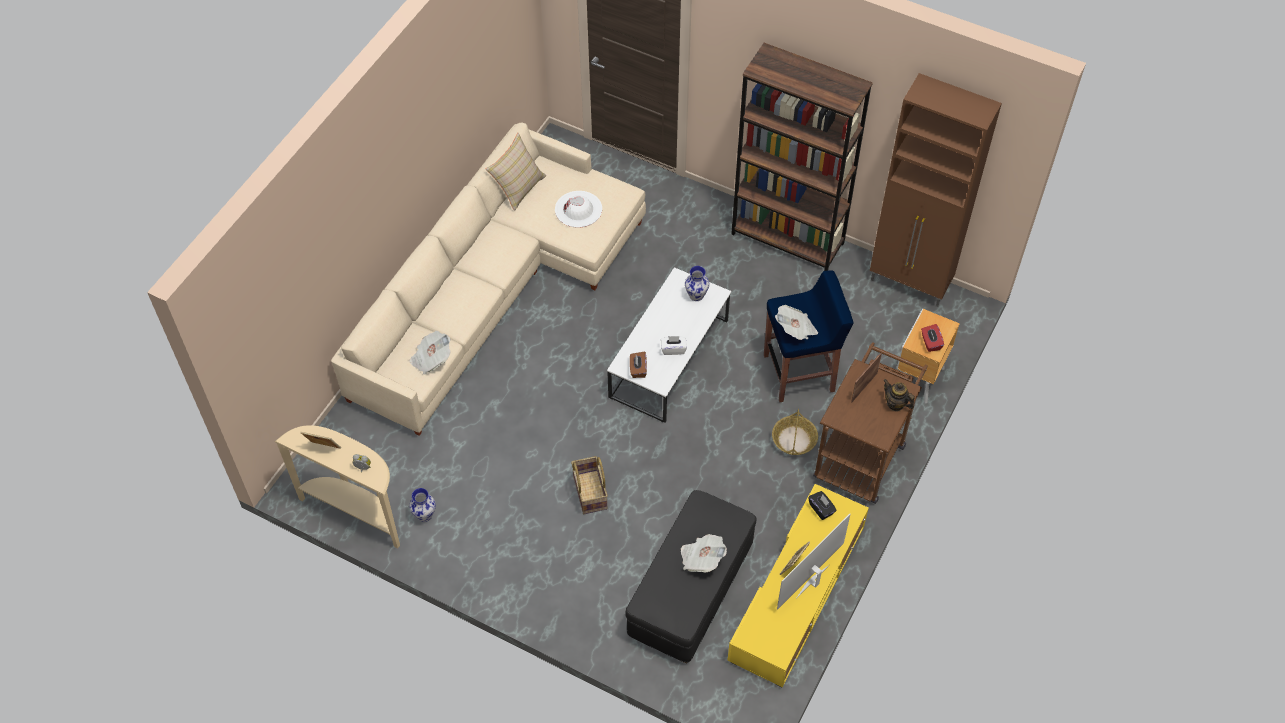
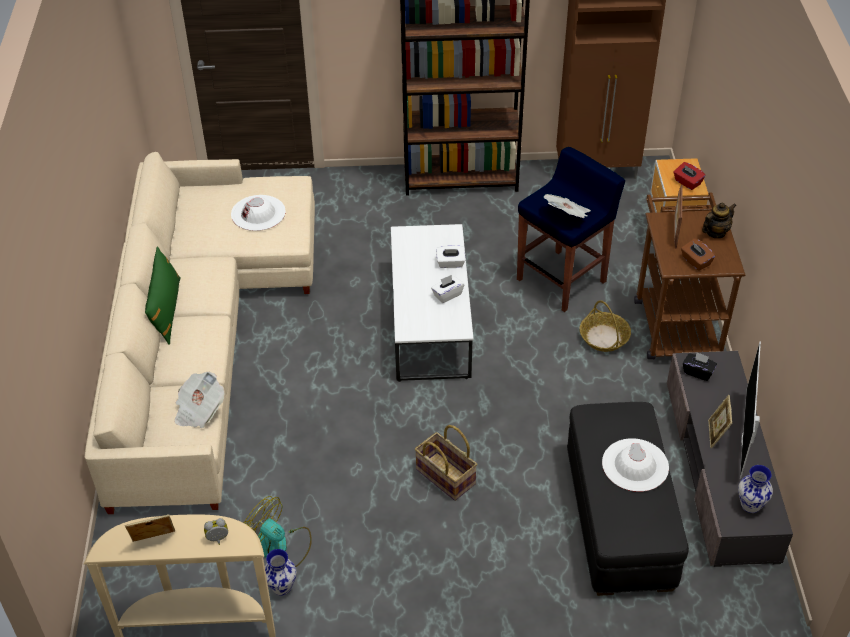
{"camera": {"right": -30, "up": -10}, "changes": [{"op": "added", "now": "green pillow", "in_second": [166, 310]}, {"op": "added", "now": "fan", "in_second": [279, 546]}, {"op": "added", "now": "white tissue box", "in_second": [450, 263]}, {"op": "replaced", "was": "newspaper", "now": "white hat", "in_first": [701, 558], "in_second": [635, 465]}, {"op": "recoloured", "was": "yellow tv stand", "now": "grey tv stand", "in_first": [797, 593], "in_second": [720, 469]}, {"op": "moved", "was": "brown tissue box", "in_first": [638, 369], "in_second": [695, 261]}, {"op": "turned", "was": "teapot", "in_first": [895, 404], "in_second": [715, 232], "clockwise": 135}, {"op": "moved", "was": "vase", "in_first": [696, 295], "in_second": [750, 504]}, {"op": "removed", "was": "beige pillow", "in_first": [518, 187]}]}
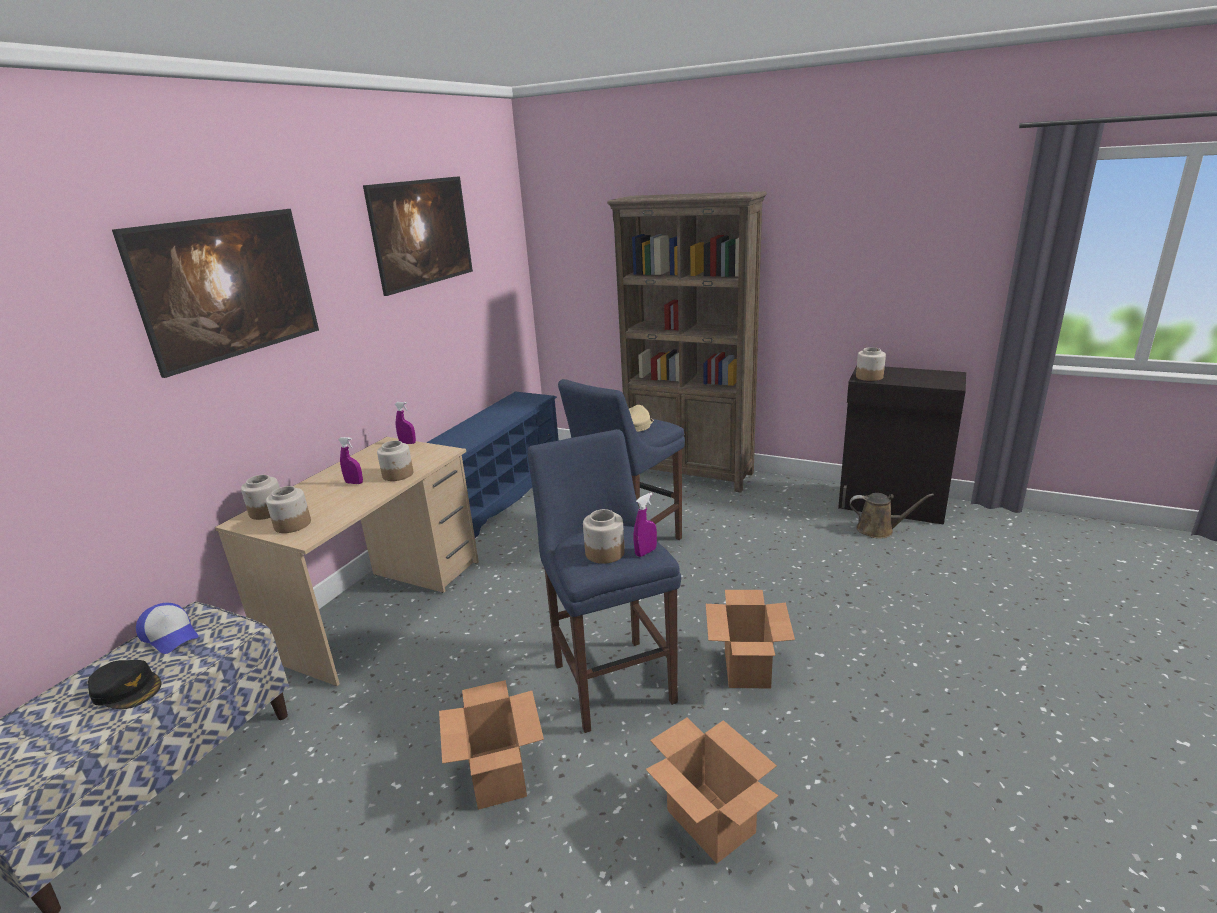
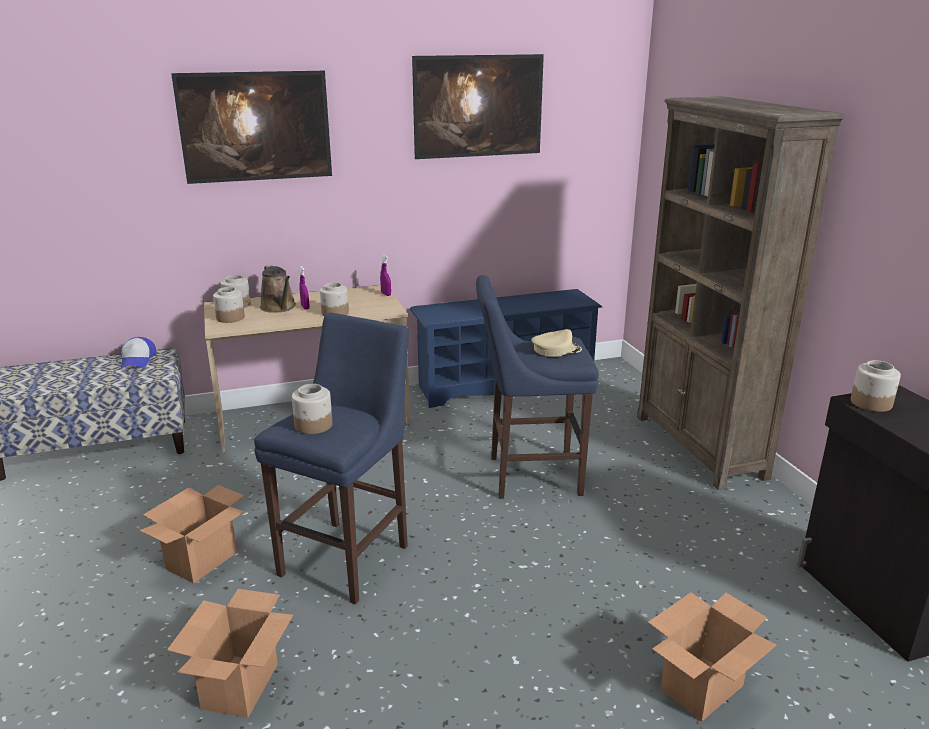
{"camera": {"right": 45, "up": 0}, "changes": [{"op": "moved", "was": "brown watering can", "in_first": [879, 530], "in_second": [279, 307]}, {"op": "moved", "was": "cardboard box", "in_first": [747, 668], "in_second": [701, 688]}, {"op": "removed", "was": "black cap", "in_first": [127, 689]}, {"op": "removed", "was": "purple spray bottle", "in_first": [646, 552]}]}
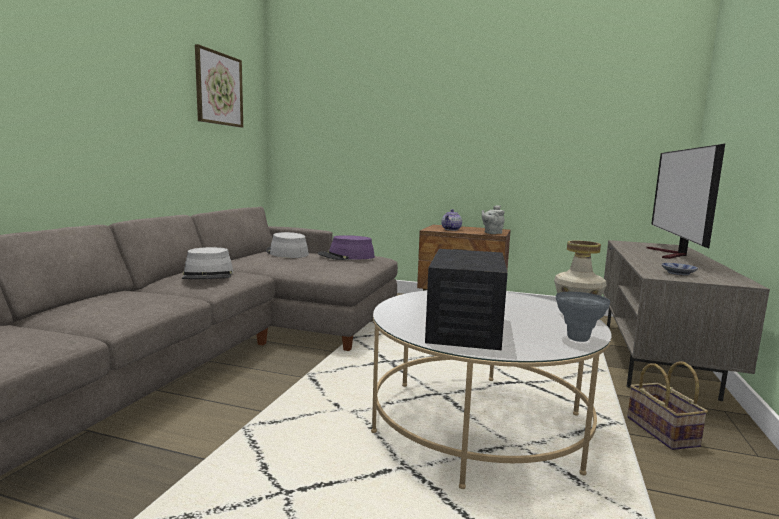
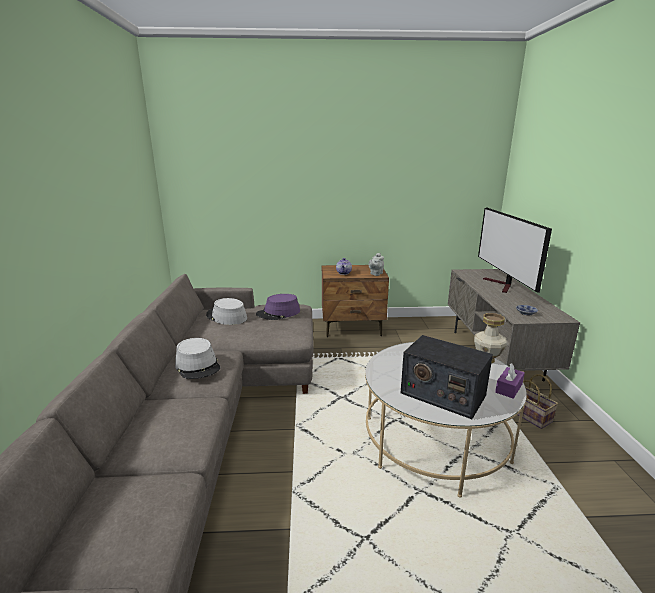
{"camera": {"right": -20, "up": 10}, "changes": [{"op": "turned", "was": "radio", "in_first": [464, 328], "in_second": [442, 394], "clockwise": 135}, {"op": "replaced", "was": "grey vase", "now": "purple tissue box", "in_first": [578, 339], "in_second": [509, 388]}, {"op": "removed", "was": "picture", "in_first": [219, 89]}]}
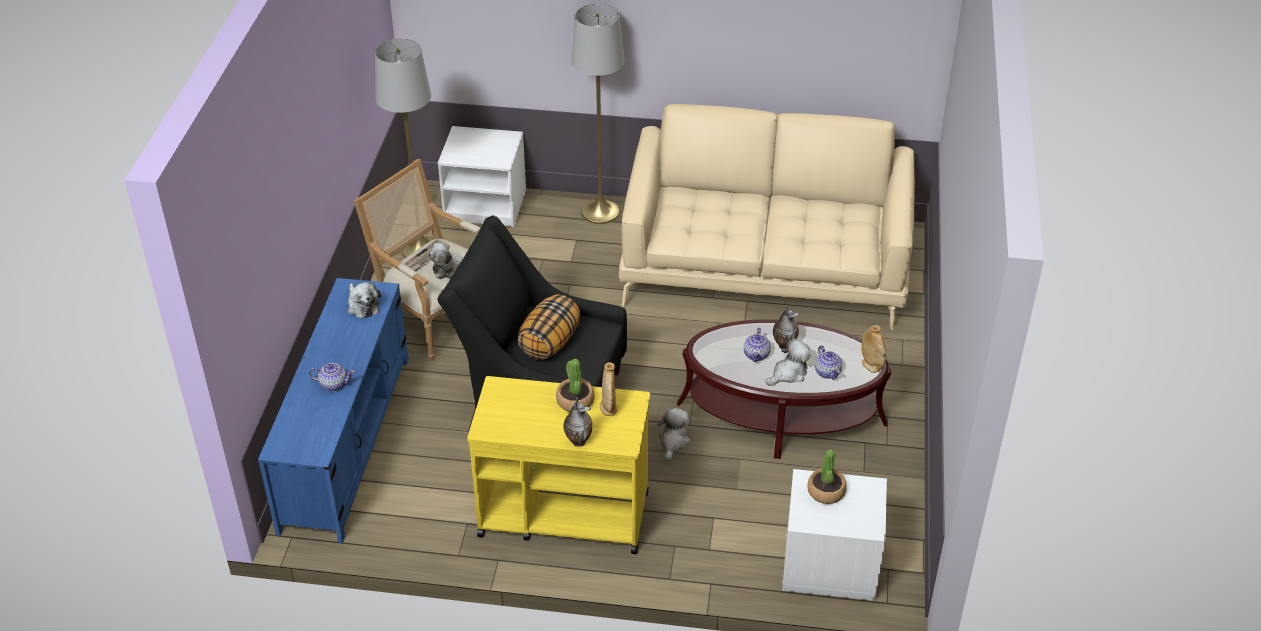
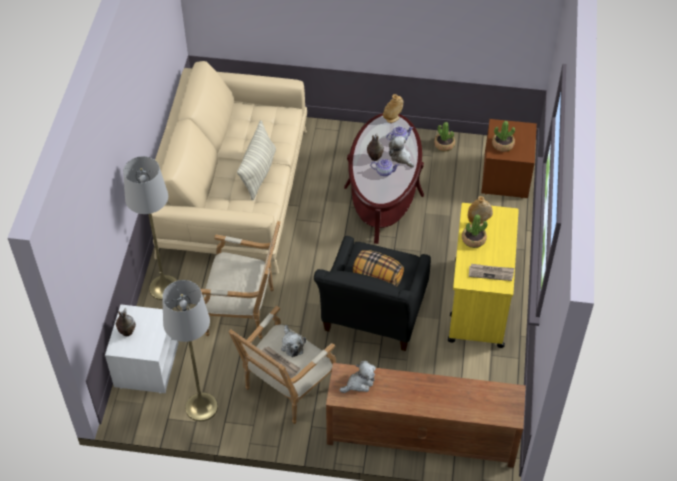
{"camera": {"right": -90, "up": 10}, "changes": [{"op": "moved", "was": "vase", "in_first": [578, 440], "in_second": [126, 332]}, {"op": "added", "now": "armchair", "in_second": [245, 311]}, {"op": "added", "now": "pillow", "in_second": [258, 172]}, {"op": "recoloured", "was": "blue tv stand", "now": "brown tv stand", "in_first": [346, 442], "in_second": [421, 434]}, {"op": "added", "now": "potted plant", "in_second": [444, 144]}, {"op": "added", "now": "newspaper", "in_second": [491, 273]}, {"op": "recoloured", "was": "white nightstand", "now": "brown nightstand", "in_first": [829, 565], "in_second": [506, 177]}, {"op": "removed", "was": "teapot", "in_first": [333, 384]}, {"op": "removed", "was": "plush toy", "in_first": [673, 441]}]}
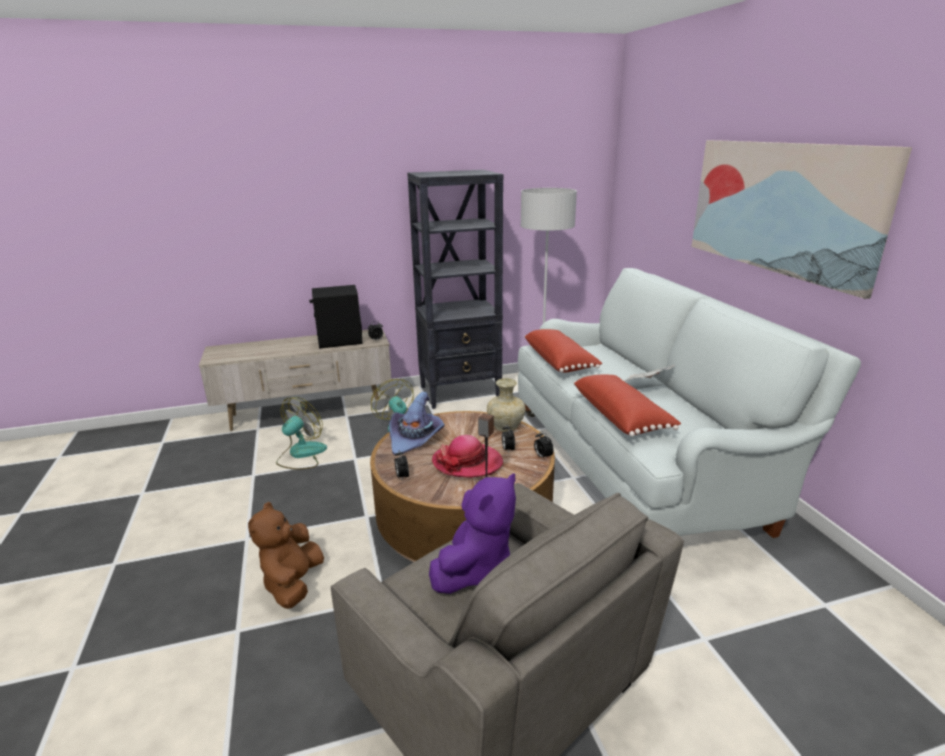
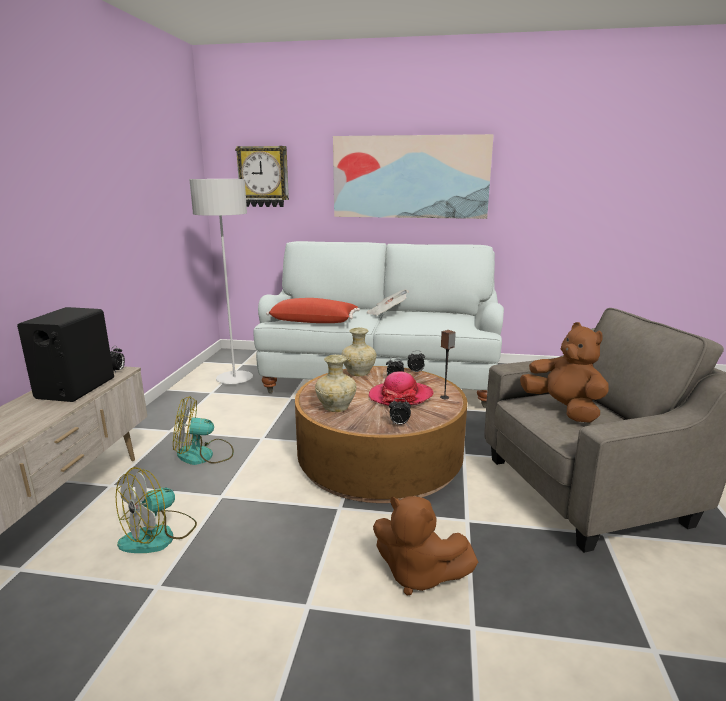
{"camera": {"right": -65, "up": -5}, "changes": [{"op": "turned", "was": "fan", "in_first": [301, 454], "in_second": [159, 535], "clockwise": -105}, {"op": "added", "now": "wall clock", "in_second": [263, 177]}, {"op": "replaced", "was": "purple hat", "now": "beige vase", "in_first": [416, 438], "in_second": [336, 407]}, {"op": "recoloured", "was": "purple plush toy", "now": "brown plush toy", "in_first": [476, 569], "in_second": [563, 409]}, {"op": "removed", "was": "black bookcase", "in_first": [460, 392]}, {"op": "removed", "was": "red pillow", "in_first": [621, 416]}]}
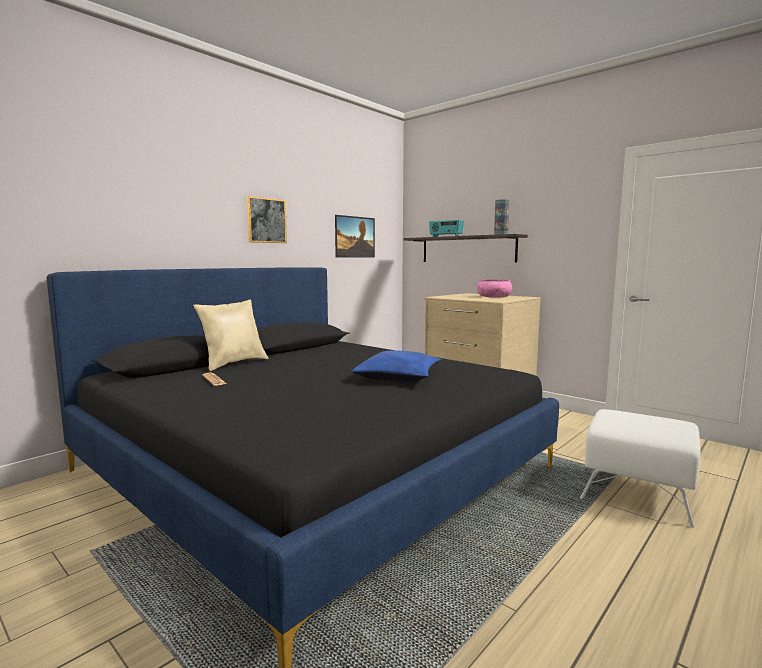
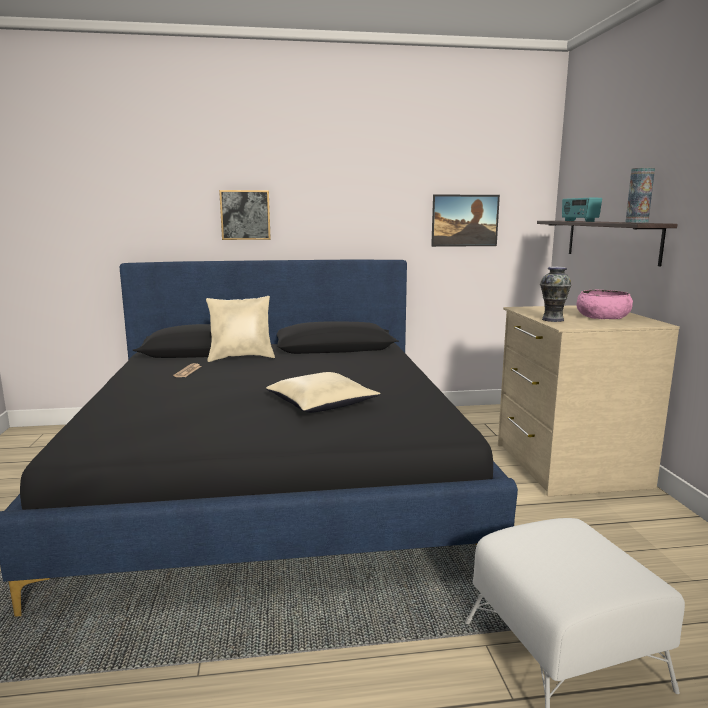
{"camera": {"right": 40, "up": 5}, "changes": [{"op": "moved", "was": "picture", "in_first": [266, 220], "in_second": [245, 215]}, {"op": "recoloured", "was": "blue pillow", "now": "beige pillow", "in_first": [398, 376], "in_second": [322, 404]}, {"op": "added", "now": "vase", "in_second": [553, 320]}]}
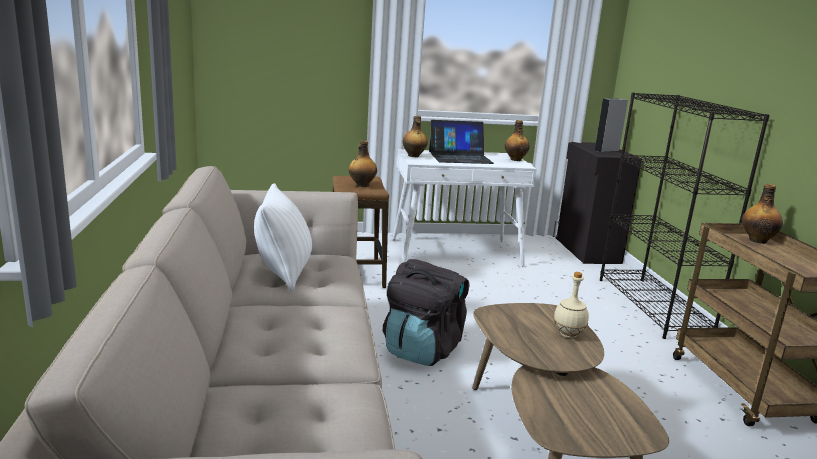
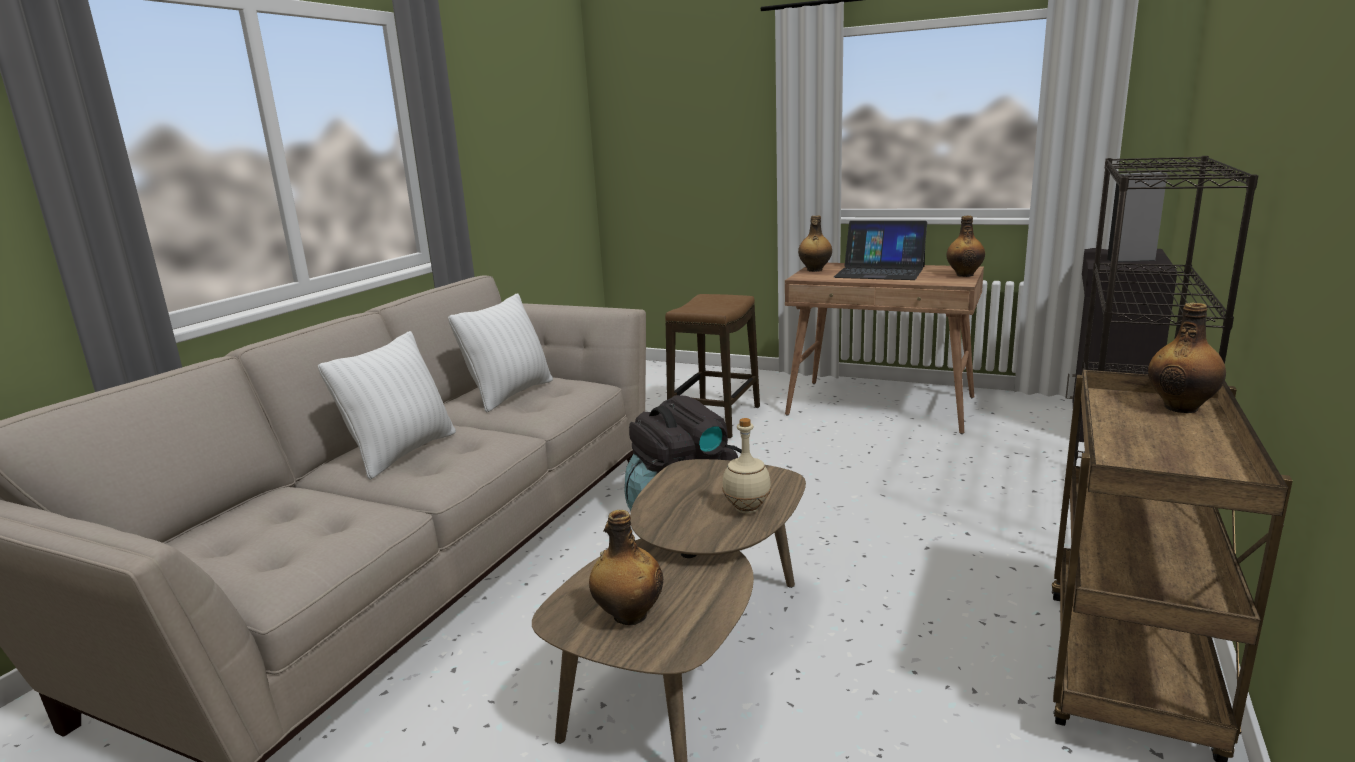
{"camera": {"right": 35, "up": 0}, "changes": [{"op": "added", "now": "white pillow", "in_second": [402, 453]}, {"op": "moved", "was": "bottle", "in_first": [361, 185], "in_second": [628, 615]}, {"op": "recoloured", "was": "white desk", "now": "brown desk", "in_first": [456, 252], "in_second": [881, 406]}]}
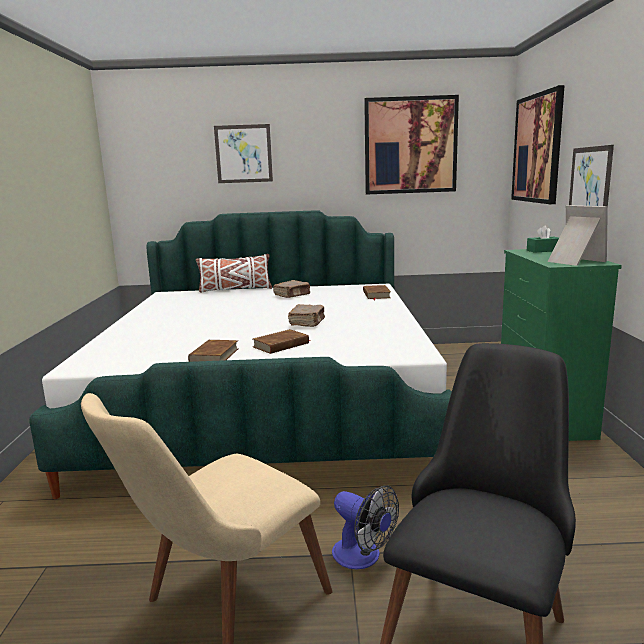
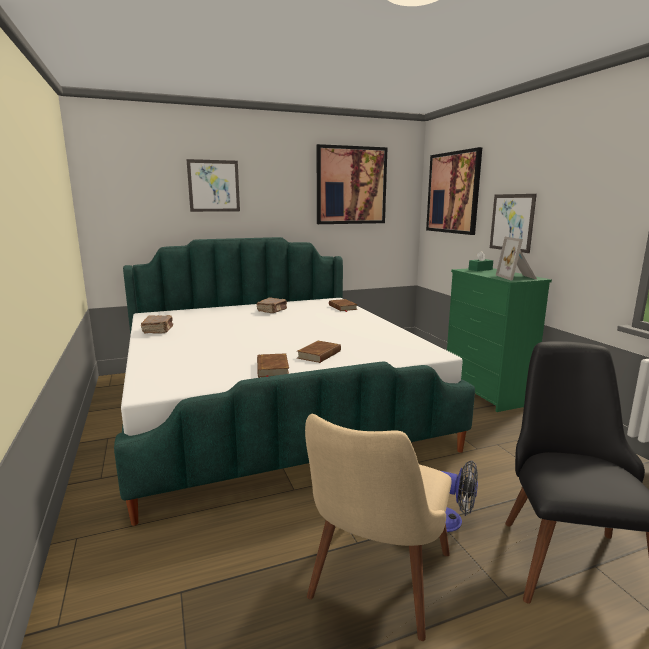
{"camera": {"right": -20, "up": 0}, "changes": [{"op": "moved", "was": "brown book", "in_first": [307, 323], "in_second": [158, 330]}, {"op": "turned", "was": "picture frame", "in_first": [573, 261], "in_second": [517, 277], "clockwise": -135}, {"op": "removed", "was": "white pillow", "in_first": [235, 289]}]}
